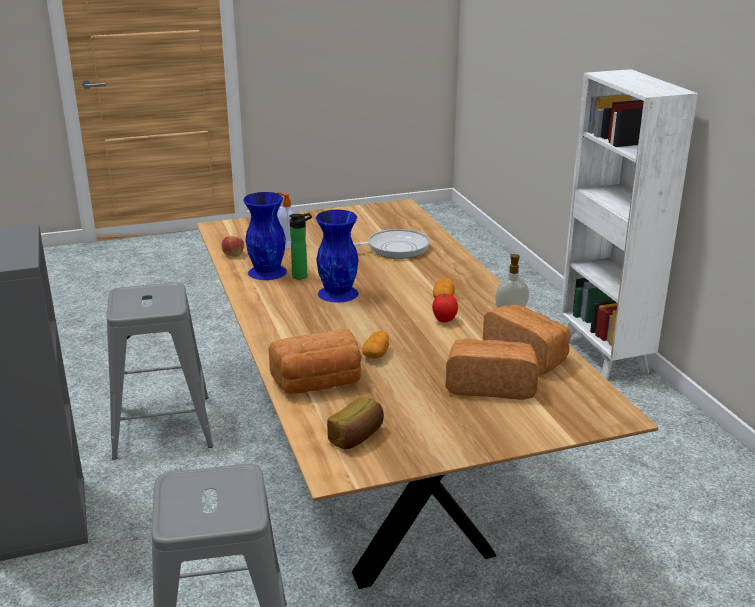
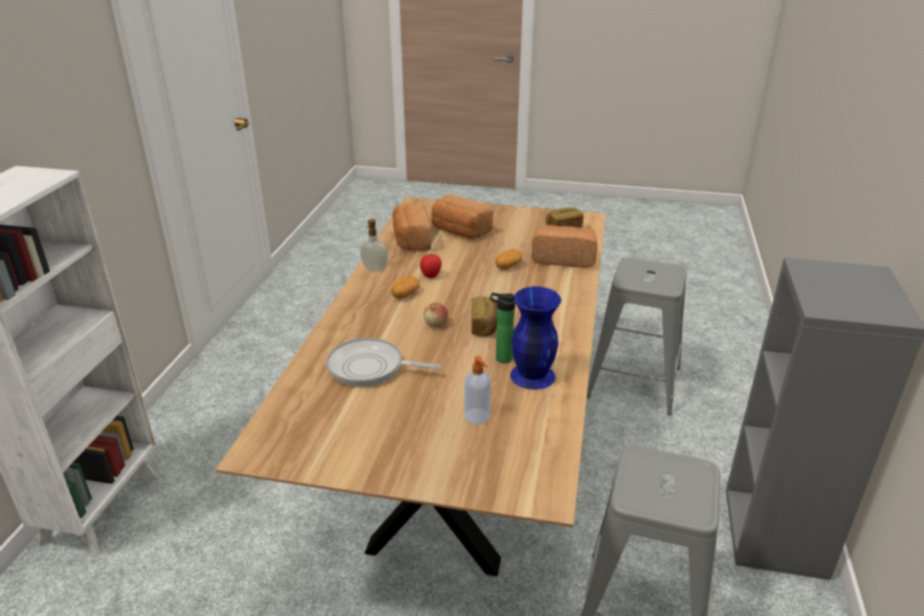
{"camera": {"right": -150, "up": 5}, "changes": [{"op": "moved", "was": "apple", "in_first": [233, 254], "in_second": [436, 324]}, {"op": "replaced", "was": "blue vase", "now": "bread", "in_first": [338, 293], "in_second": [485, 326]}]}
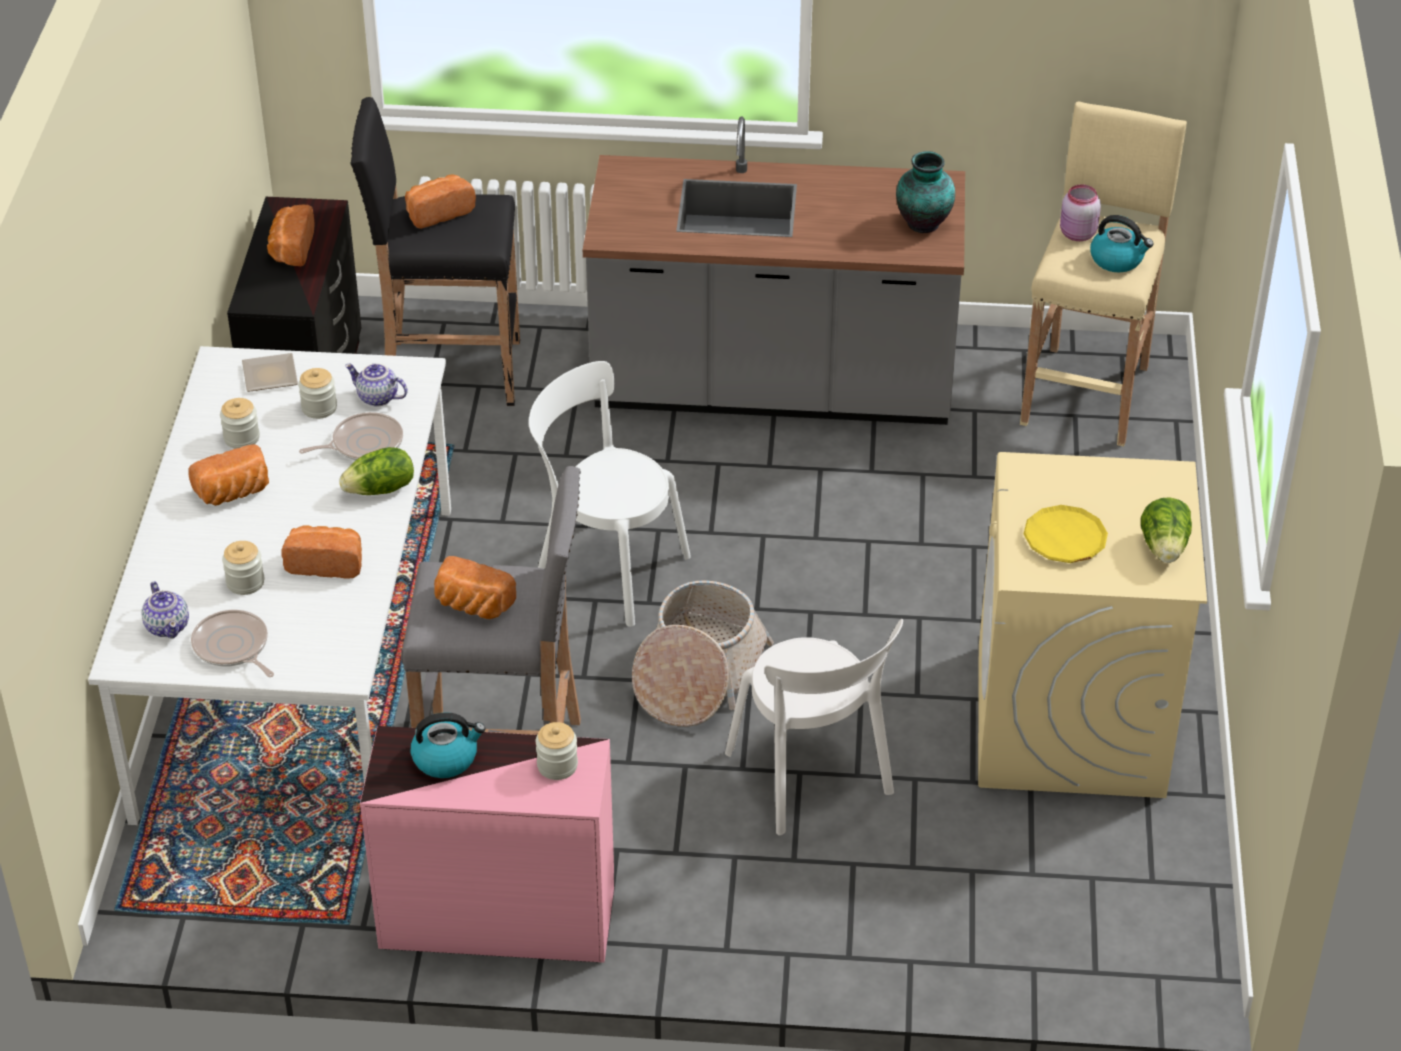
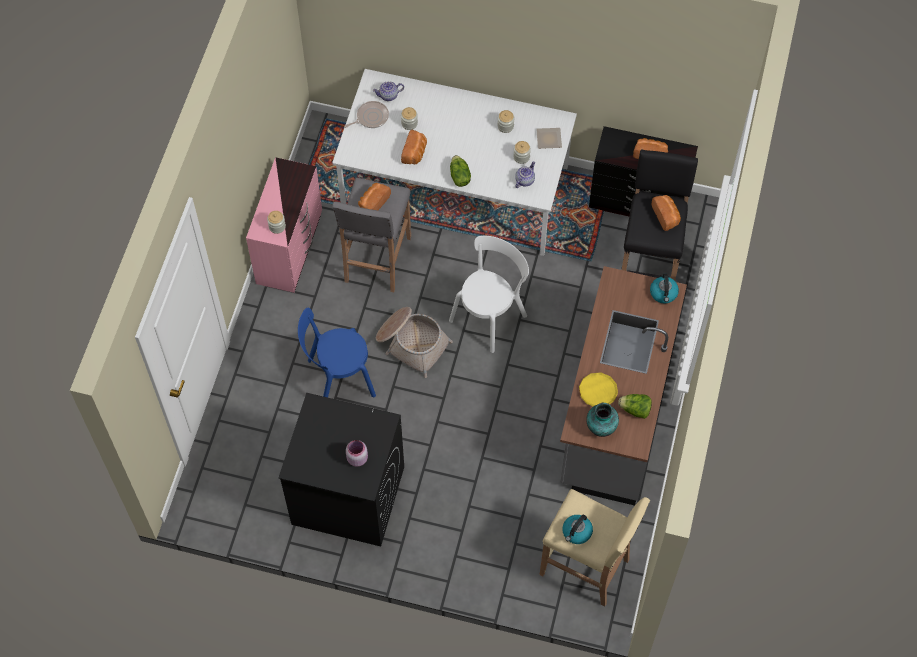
{"camera": {"right": 100, "up": 20}, "changes": [{"op": "recoloured", "was": "beige washing machine", "now": "black washing machine", "in_first": [1071, 722], "in_second": [347, 495]}, {"op": "recoloured", "was": "white chair", "now": "blue chair", "in_first": [812, 778], "in_second": [337, 379]}, {"op": "moved", "was": "pink jar", "in_first": [1077, 234], "in_second": [357, 458]}, {"op": "moved", "was": "yellow plate", "in_first": [1064, 539], "in_second": [598, 391]}, {"op": "moved", "was": "lettuce", "in_first": [1164, 548], "in_second": [635, 410]}, {"op": "moved", "was": "kettle", "in_first": [446, 758], "in_second": [663, 293]}, {"op": "removed", "was": "bread", "in_first": [234, 493]}, {"op": "removed", "was": "frying pan", "in_first": [363, 444]}]}
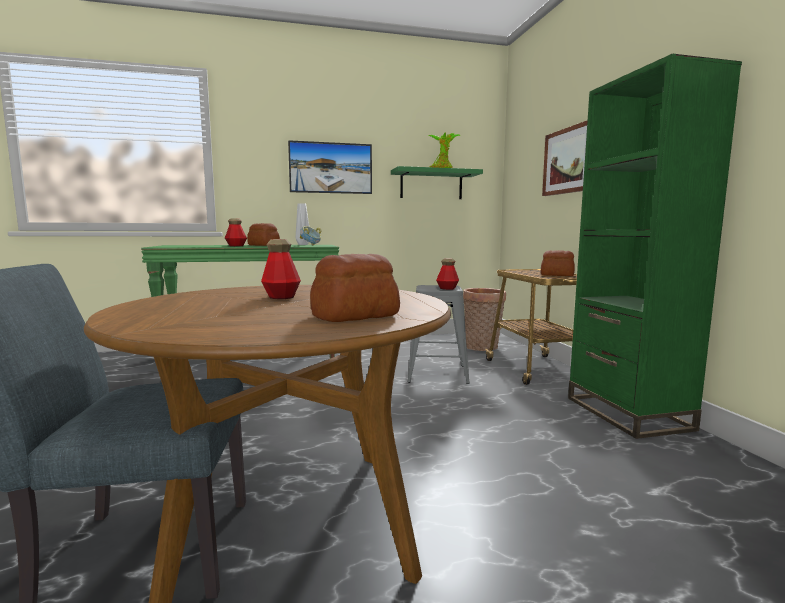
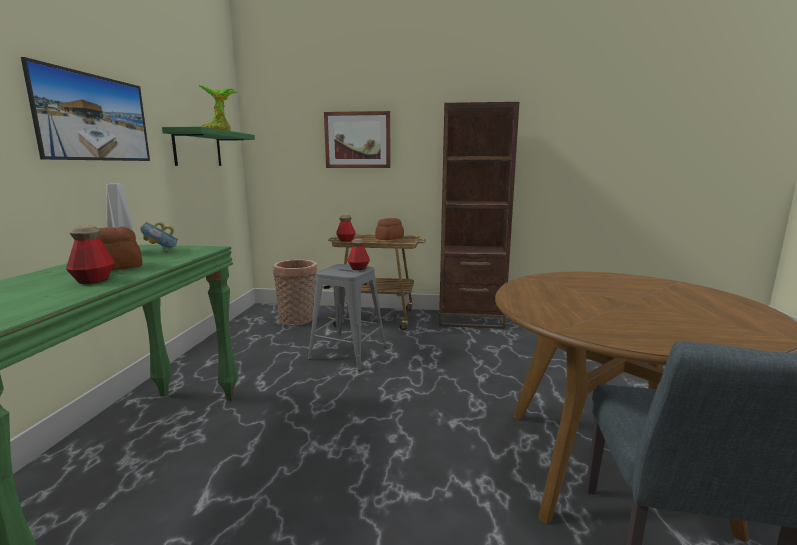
{"camera": {"right": -70, "up": 5}, "changes": [{"op": "moved", "was": "bottle", "in_first": [281, 297], "in_second": [346, 240]}, {"op": "recoloured", "was": "green bookcase", "now": "brown bookcase", "in_first": [627, 413], "in_second": [470, 319]}, {"op": "removed", "was": "bread", "in_first": [353, 316]}]}
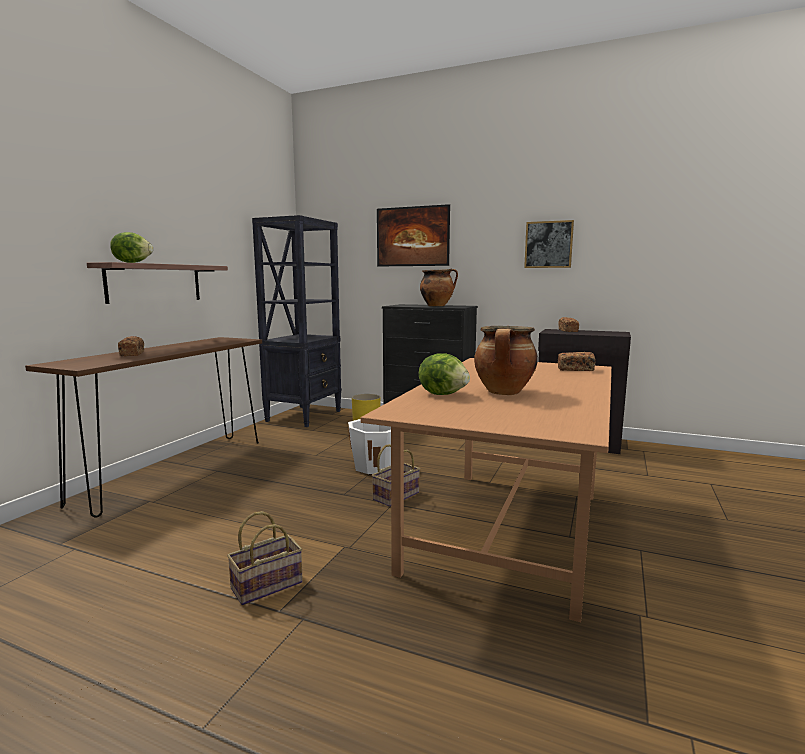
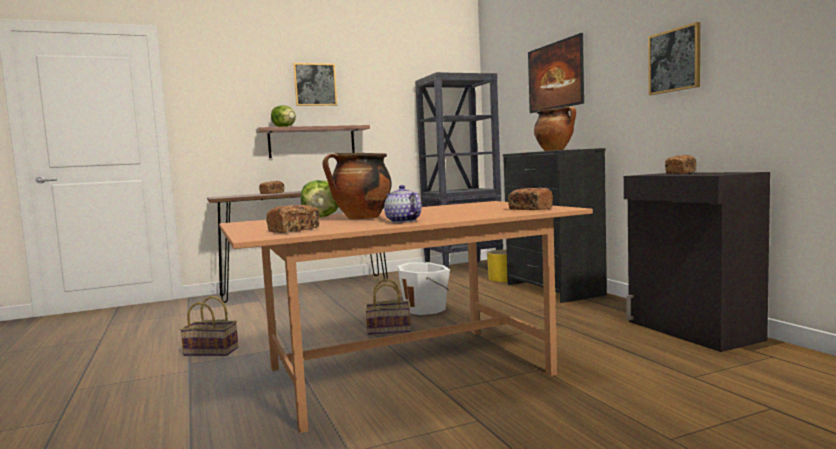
{"camera": {"right": 45, "up": -5}, "changes": [{"op": "added", "now": "bread", "in_second": [294, 230]}, {"op": "added", "now": "picture", "in_second": [315, 84]}, {"op": "added", "now": "teapot", "in_second": [402, 221]}]}
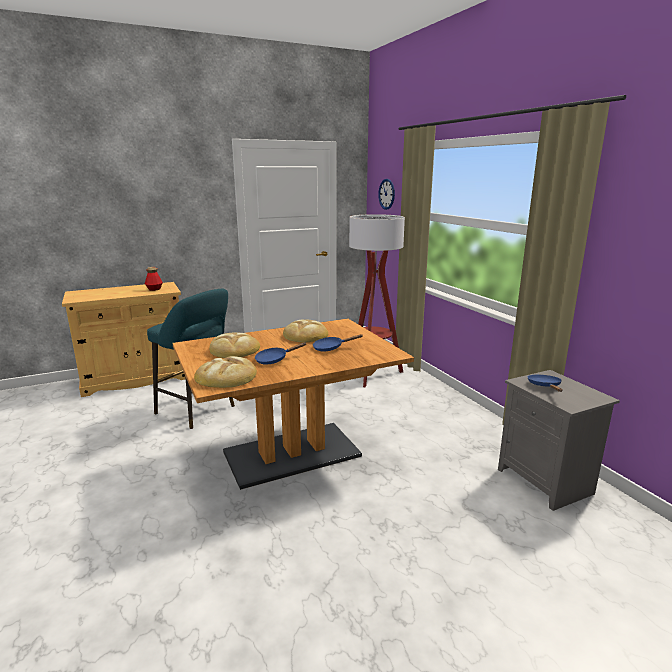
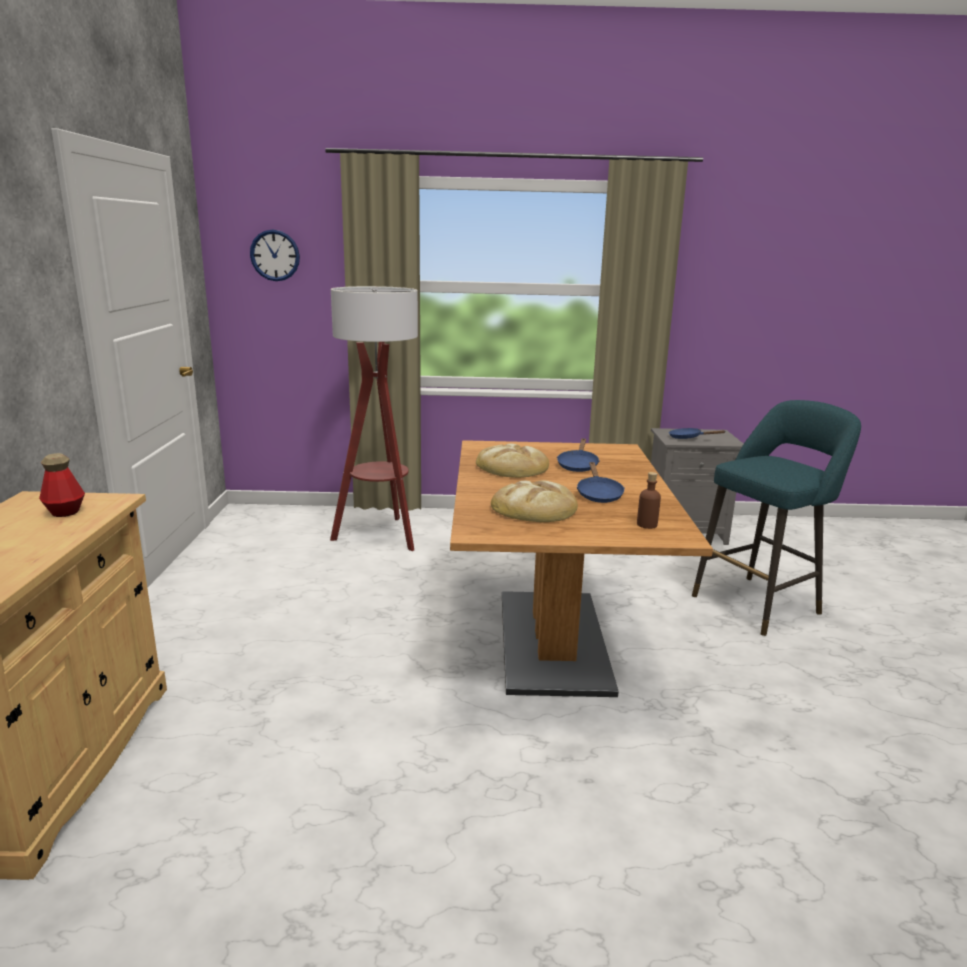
{"camera": {"right": -65, "up": 0}, "changes": [{"op": "replaced", "was": "bread", "now": "brown bottle", "in_first": [227, 377], "in_second": [647, 524]}, {"op": "moved", "was": "turquoise stool", "in_first": [198, 411], "in_second": [760, 603]}]}
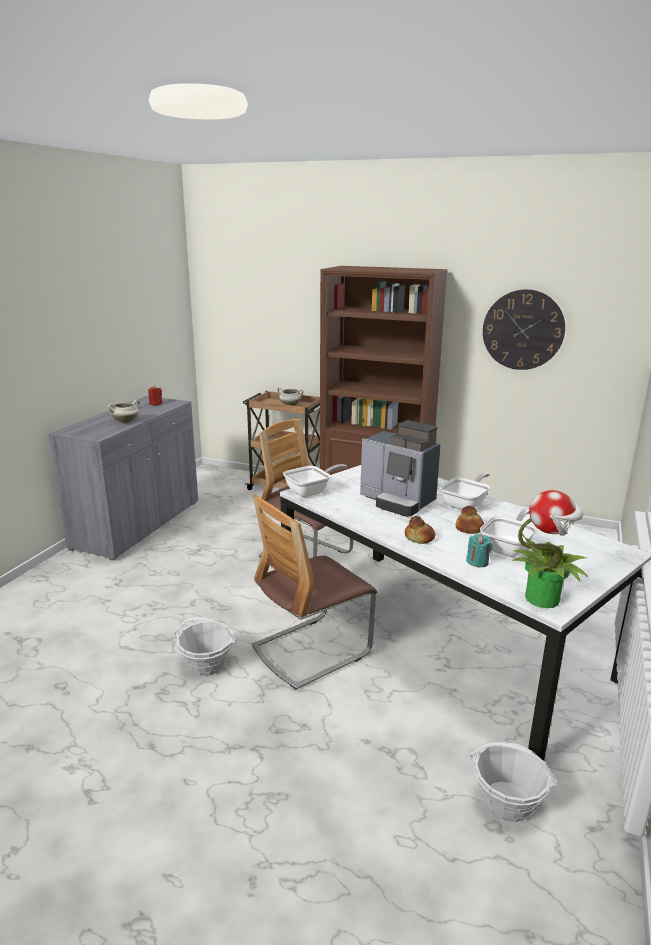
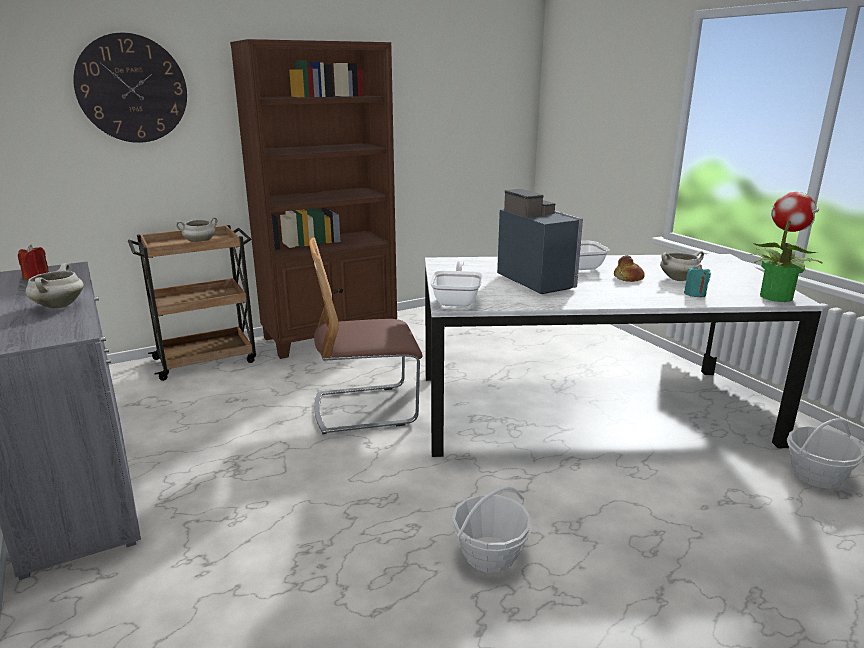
{"camera": {"right": -50, "up": 0}, "changes": [{"op": "moved", "was": "wall clock", "in_first": [523, 330], "in_second": [132, 89]}, {"op": "turned", "was": "coffee machine", "in_first": [398, 501], "in_second": [537, 280], "clockwise": -105}, {"op": "replaced", "was": "frying pan", "now": "white cooking pot", "in_first": [508, 547], "in_second": [679, 279]}, {"op": "removed", "was": "chair", "in_first": [311, 650]}, {"op": "removed", "was": "bread", "in_first": [419, 537]}]}
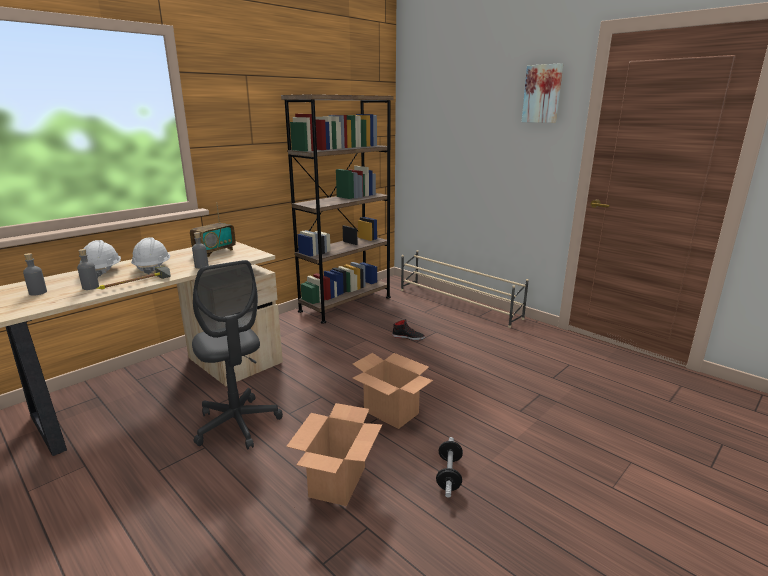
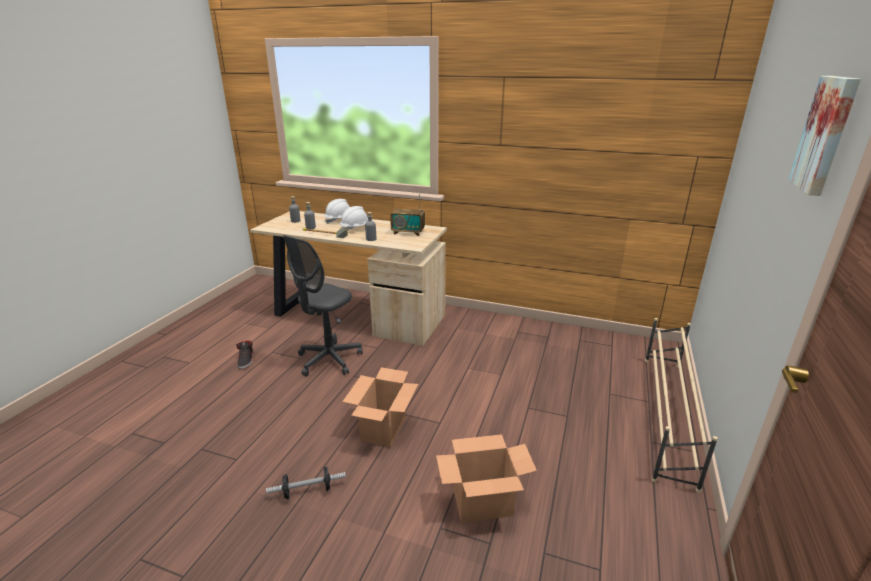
{"camera": {"right": 65, "up": 5}, "changes": [{"op": "moved", "was": "black shoe", "in_first": [408, 337], "in_second": [246, 360]}, {"op": "moved", "was": "cardboard box", "in_first": [337, 482], "in_second": [482, 504]}, {"op": "removed", "was": "brown bookcase", "in_first": [345, 304]}]}
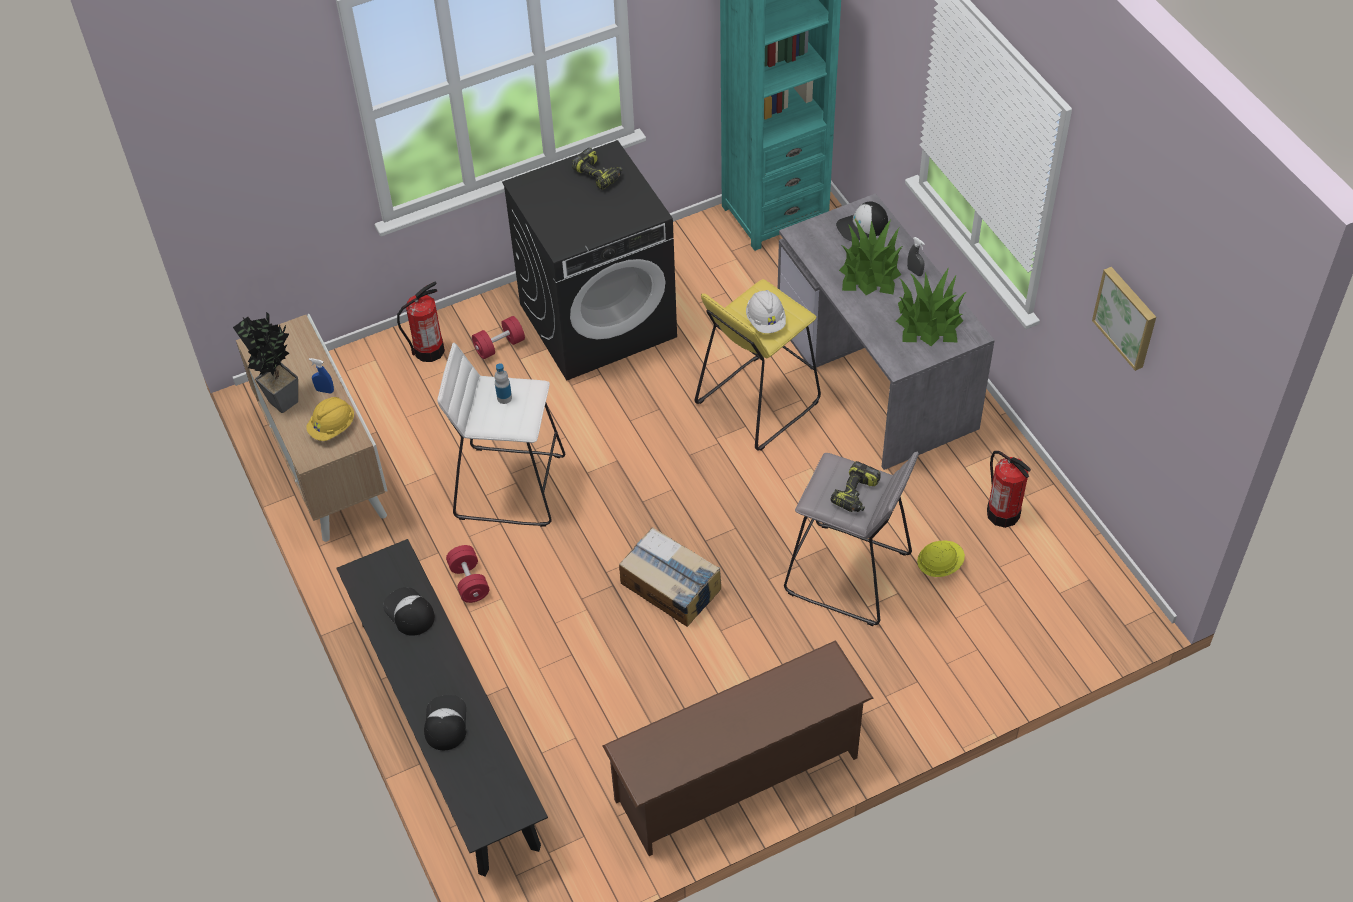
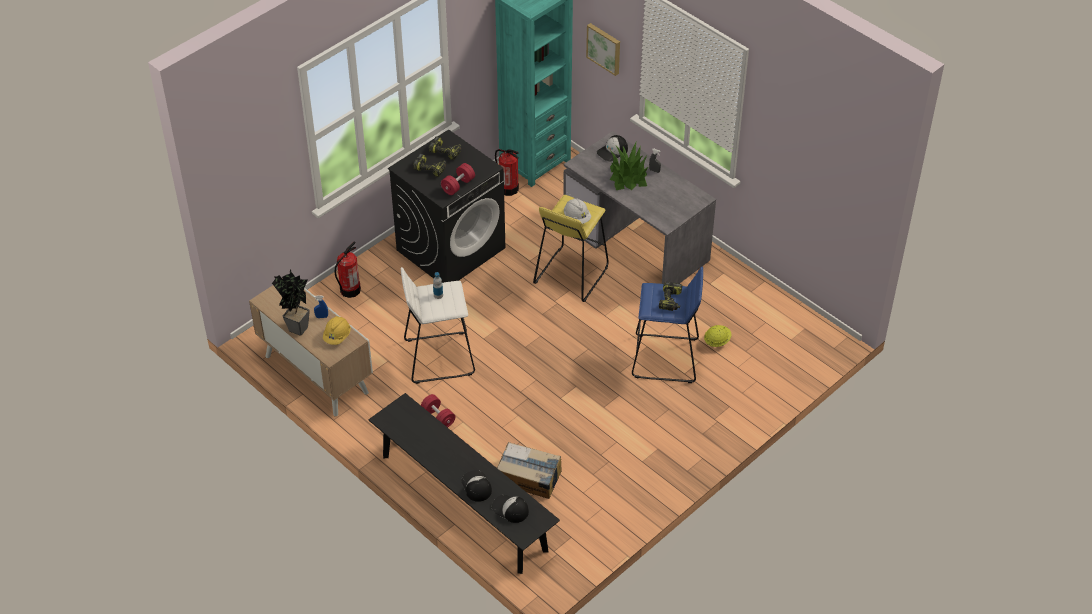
{"camera": {"right": -20, "up": -5}, "changes": [{"op": "added", "now": "power drill", "in_second": [430, 169]}, {"op": "moved", "was": "red dumbbell", "in_first": [499, 346], "in_second": [458, 185]}, {"op": "moved", "was": "cap", "in_first": [409, 612], "in_second": [510, 509]}, {"op": "moved", "was": "fire extinguisher", "in_first": [1003, 513], "in_second": [508, 189]}, {"op": "moved", "was": "cardboard box", "in_first": [670, 587], "in_second": [529, 477]}, {"op": "moved", "was": "picture", "in_first": [1127, 317], "in_second": [604, 48]}, {"op": "recoloured", "was": "grey stool", "now": "blue stool", "in_first": [848, 575], "in_second": [666, 359]}, {"op": "removed", "was": "brown shoe rack", "in_first": [738, 780]}, {"op": "removed", "was": "potted plant", "in_first": [928, 322]}]}
